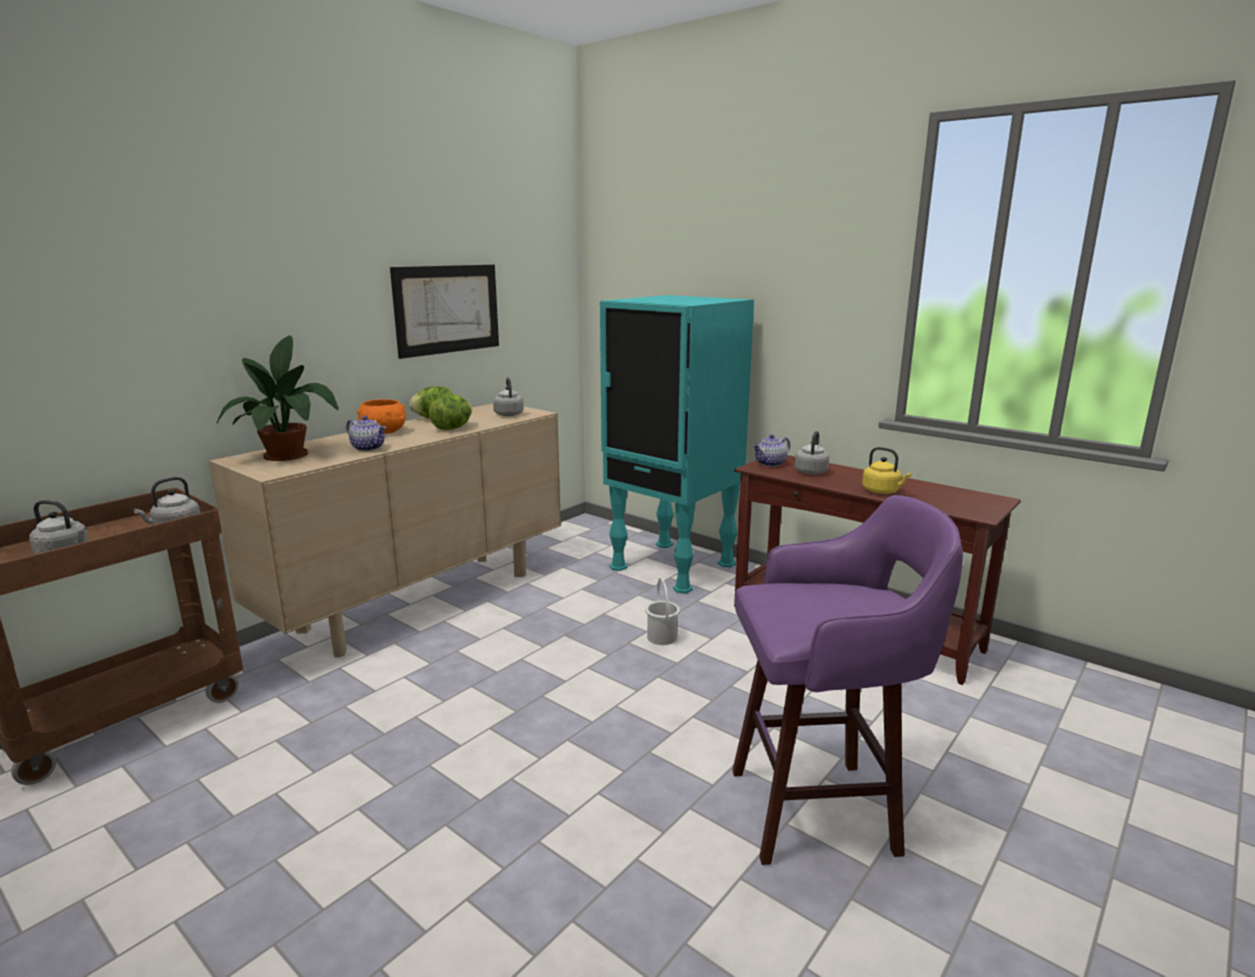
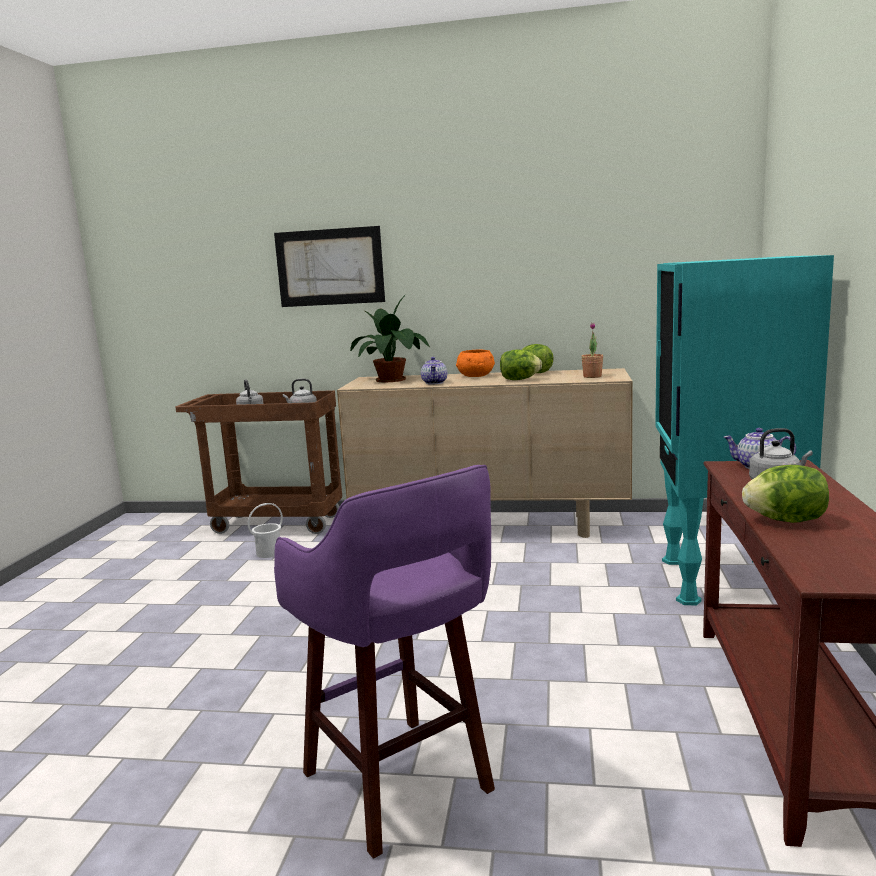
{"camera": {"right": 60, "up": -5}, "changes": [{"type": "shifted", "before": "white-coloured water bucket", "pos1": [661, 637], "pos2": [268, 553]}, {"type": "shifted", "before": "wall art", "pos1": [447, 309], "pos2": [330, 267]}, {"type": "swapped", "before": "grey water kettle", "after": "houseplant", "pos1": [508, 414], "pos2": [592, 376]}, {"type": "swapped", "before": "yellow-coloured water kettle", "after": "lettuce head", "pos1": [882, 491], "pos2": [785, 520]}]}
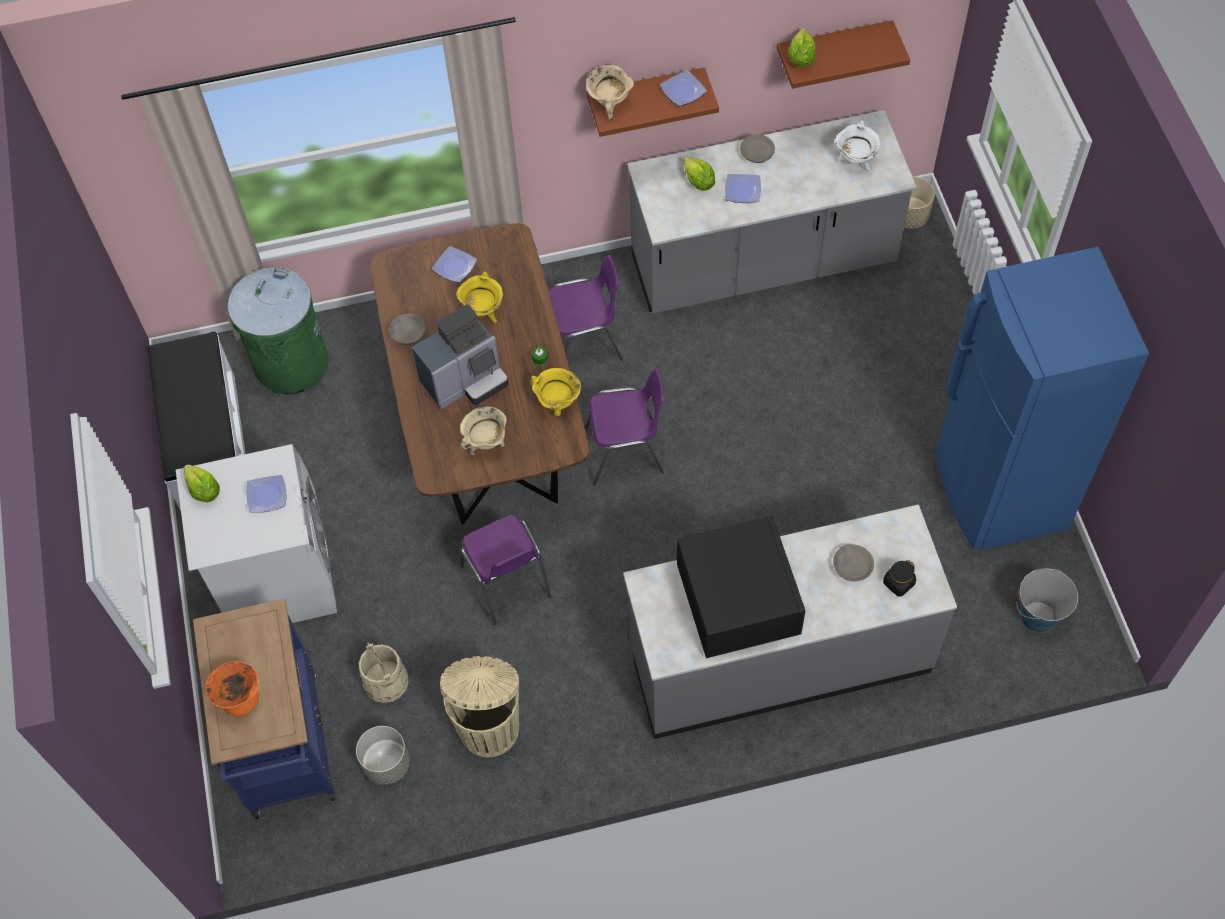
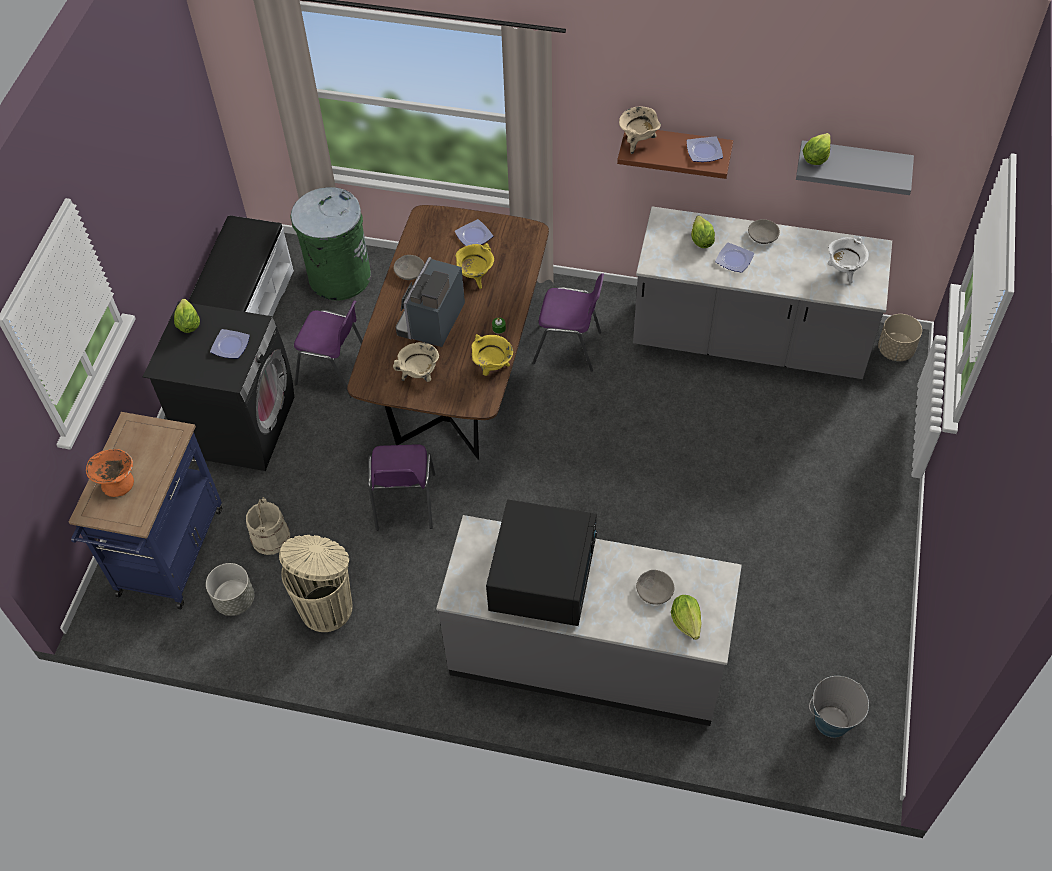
{"camera": {"right": 25, "up": -5}, "changes": [{"type": "repainted", "before": "white-coloured laundry machine", "after": "black-coloured laundry machine", "pos1": [276, 575], "pos2": [238, 425]}, {"type": "shifted", "before": "purple plain chair", "pos1": [626, 452], "pos2": [335, 371]}, {"type": "rotated", "before": "coffee machine", "pos1": [466, 380], "pos2": [432, 322], "turn": 120}, {"type": "swapped", "before": "black-coloured jar", "after": "lettuce head", "pos1": [898, 583], "pos2": [686, 621]}, {"type": "repainted", "before": "brown shelf", "after": "grey shelf", "pos1": [833, 47], "pos2": [853, 162]}, {"type": "gone", "before": "blue-coloured fridge", "pos1": [999, 492]}]}
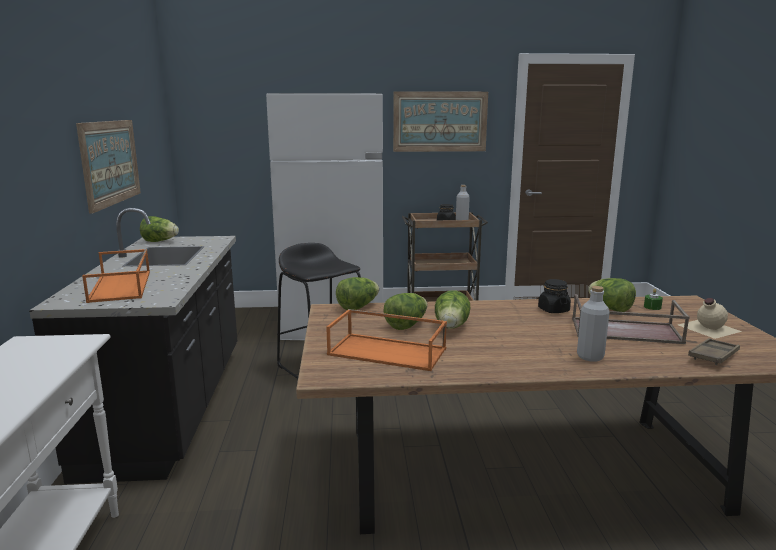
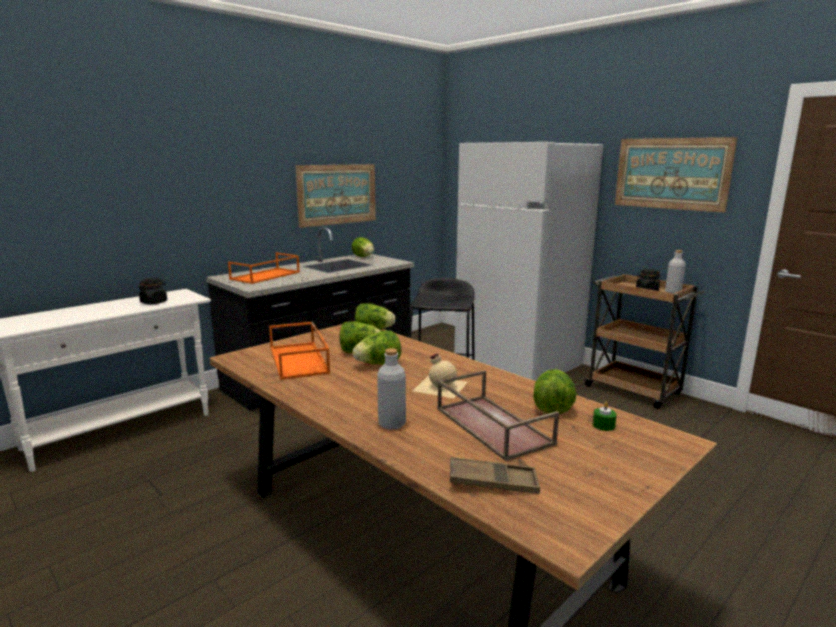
{"camera": {"right": 50, "up": 0}, "changes": [{"type": "shifted", "before": "black-coloured jar", "pos1": [553, 310], "pos2": [154, 302]}, {"type": "shifted", "before": "sand-coloured beverage bottle", "pos1": [707, 328], "pos2": [440, 385]}]}
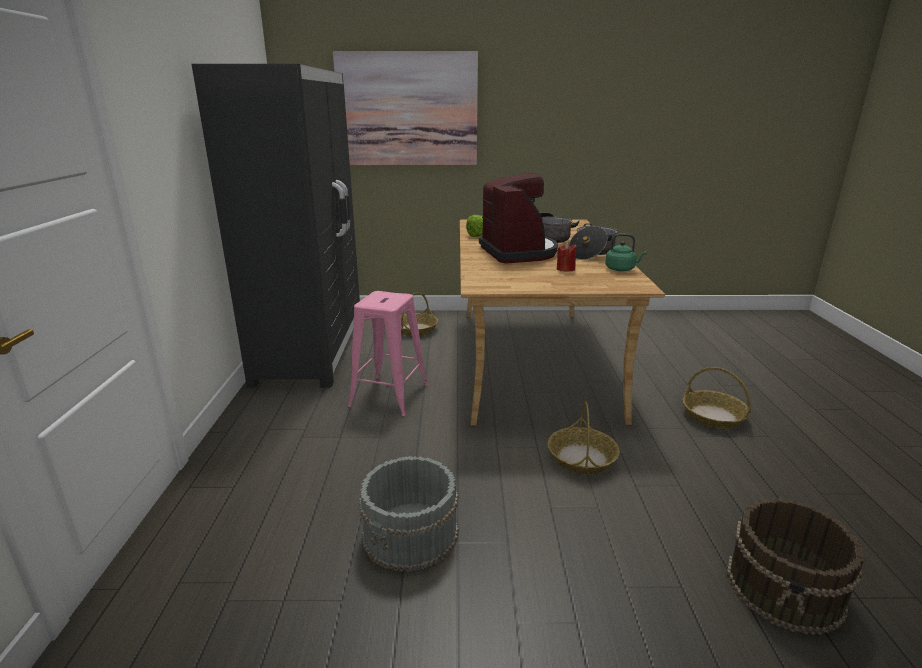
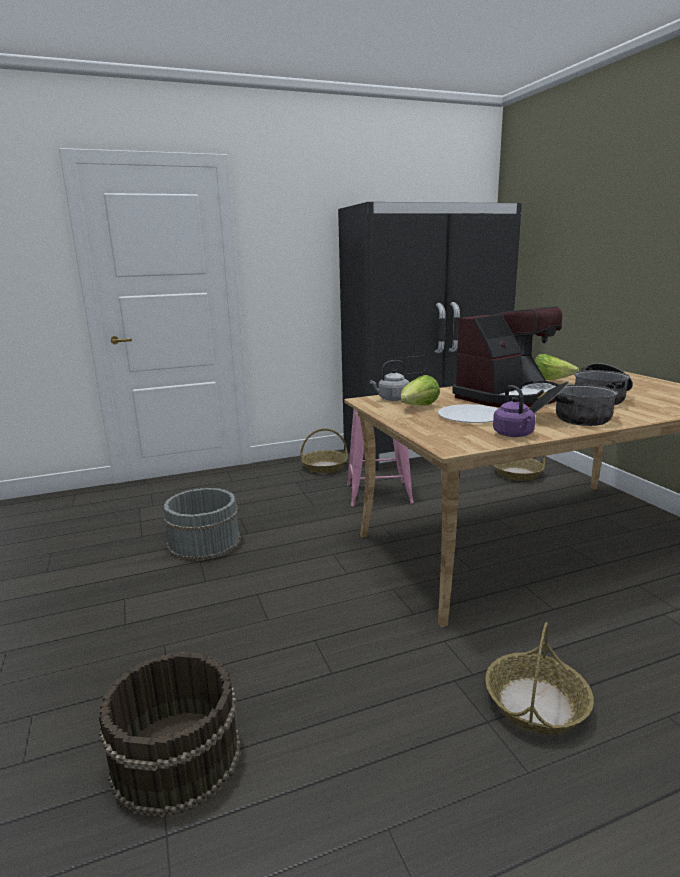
{"camera": {"right": 70, "up": -5}, "changes": [{"type": "shifted", "before": "household basket", "pos1": [581, 458], "pos2": [324, 467]}, {"type": "new", "after": "grey water kettle", "pos2": [392, 399]}, {"type": "new", "after": "lettuce head", "pos2": [418, 407]}, {"type": "swapped", "before": "reddish wax light", "after": "white-coloured dinner plate", "pos1": [565, 269], "pos2": [471, 416]}, {"type": "repainted", "before": "green-coloured water kettle", "after": "purple water kettle", "pos1": [621, 269], "pos2": [514, 435]}, {"type": "gone", "before": "wall art", "pos1": [407, 110]}]}
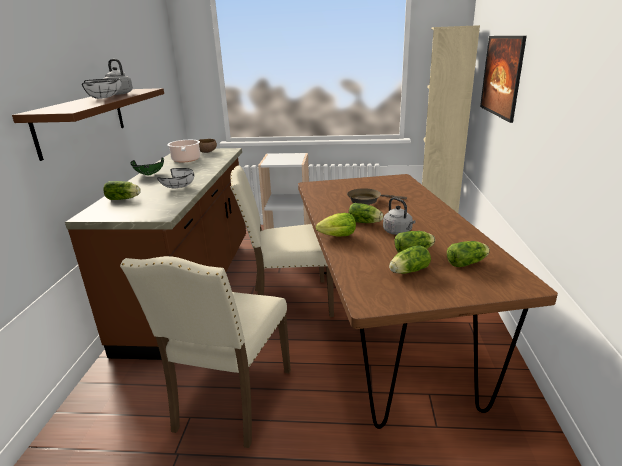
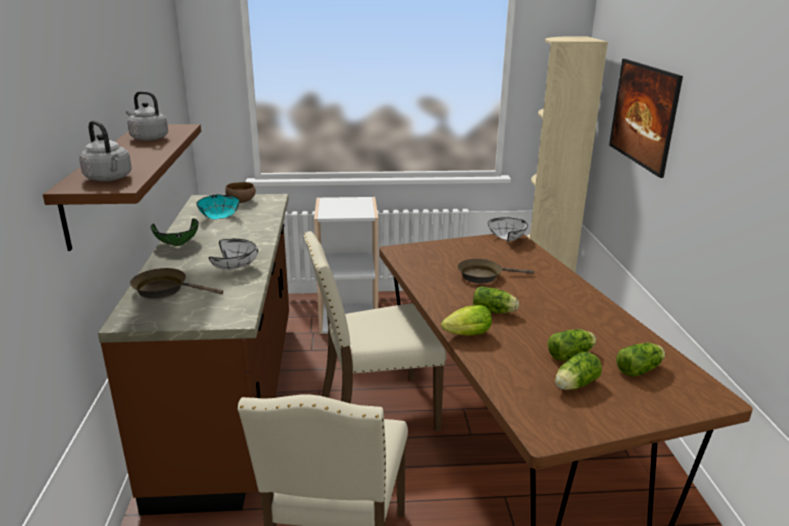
{"camera": {"right": -10, "up": 0}, "changes": [{"type": "shifted", "before": "grey water kettle", "pos1": [398, 232], "pos2": [109, 178]}, {"type": "swapped", "before": "lettuce head", "after": "brown pan", "pos1": [124, 199], "pos2": [165, 289]}, {"type": "swapped", "before": "cooking pot", "after": "blue-green serving bowl", "pos1": [186, 160], "pos2": [218, 217]}, {"type": "shifted", "before": "white-coloured serving bowl", "pos1": [105, 98], "pos2": [509, 238]}]}
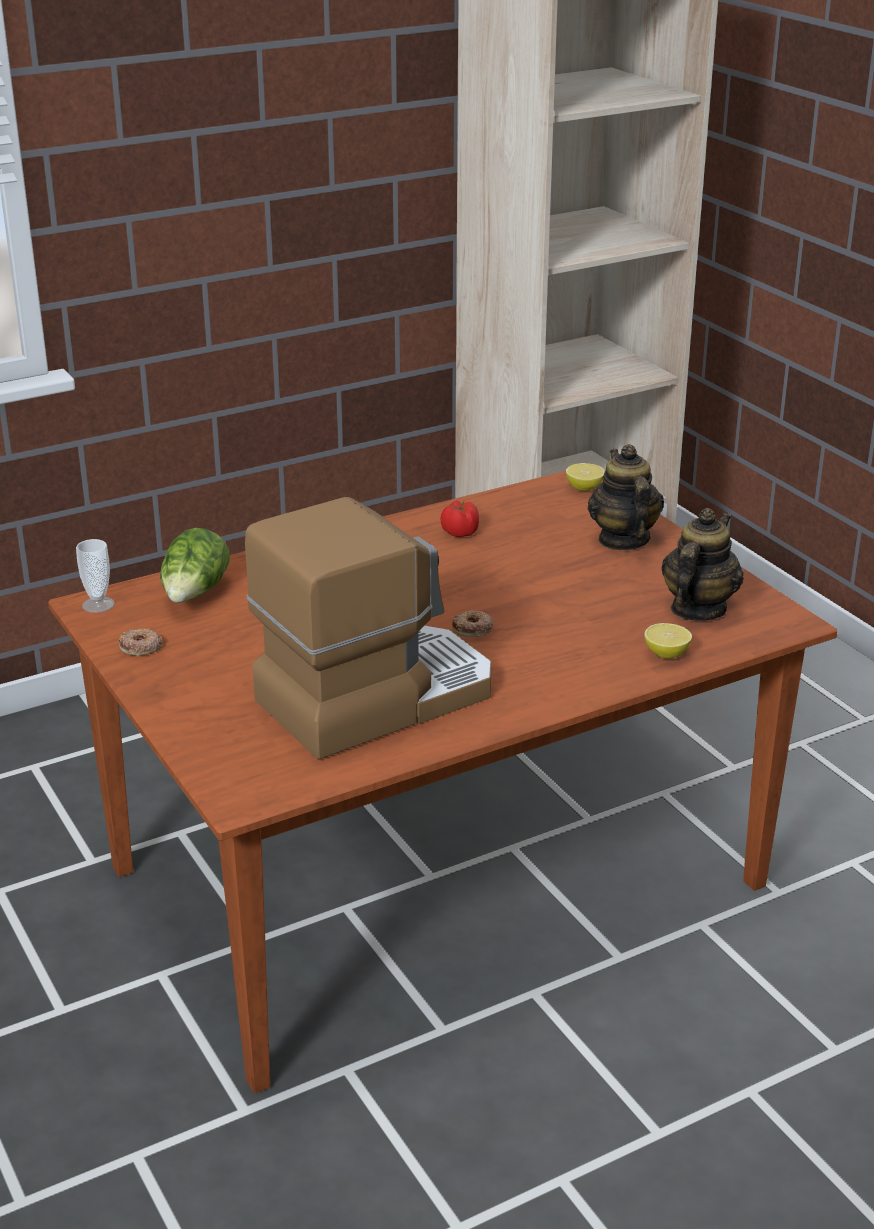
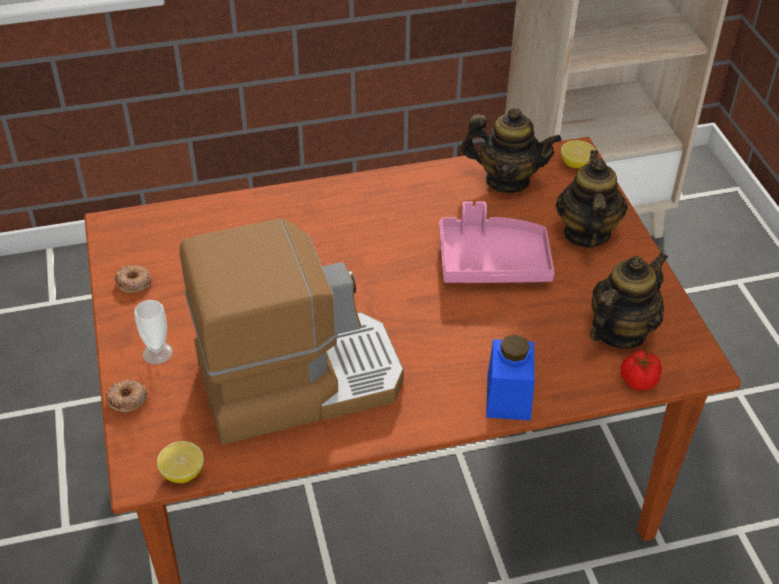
{"camera": {"right": 15, "up": 15}, "changes": [{"type": "shifted", "before": "ring doughnut", "pos1": [473, 628], "pos2": [127, 399]}, {"type": "shifted", "before": "drinking cup", "pos1": [98, 605], "pos2": [157, 353]}, {"type": "shifted", "before": "whole lemon", "pos1": [666, 654], "pos2": [182, 472]}, {"type": "new", "after": "pink tray", "pos2": [492, 262]}, {"type": "new", "after": "teapot", "pos2": [507, 180]}, {"type": "new", "after": "blue-coloured jar", "pos2": [508, 397]}, {"type": "shifted", "before": "whole tomato", "pos1": [459, 532], "pos2": [638, 380]}, {"type": "gone", "before": "lettuce head", "pos1": [195, 594]}]}
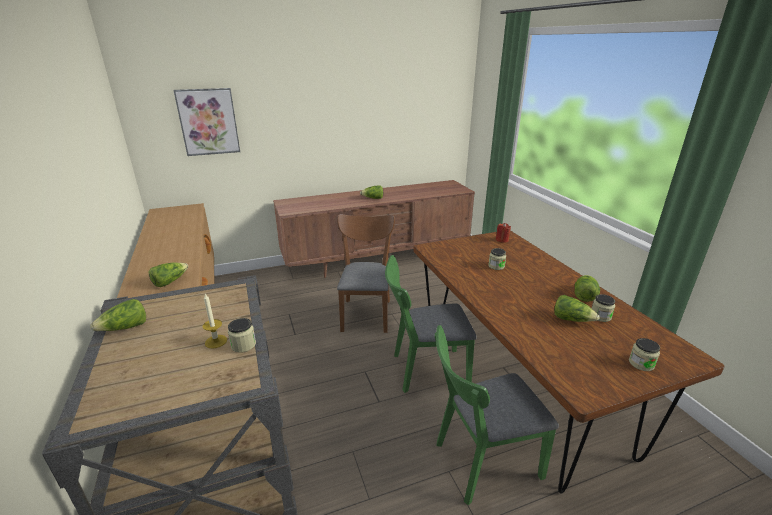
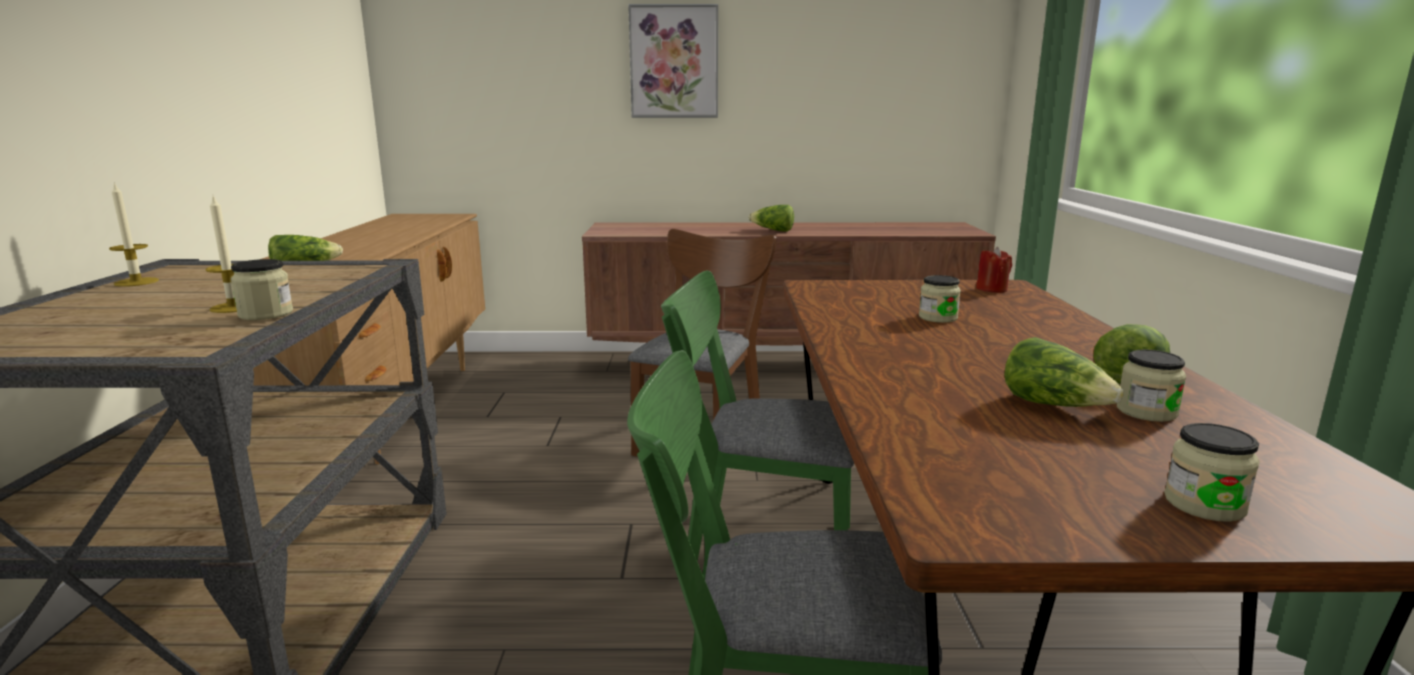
{"camera": {"right": 20, "up": -10}, "changes": [{"type": "swapped", "before": "lettuce head", "after": "wax light", "pos1": [125, 328], "pos2": [136, 282]}, {"type": "shifted", "before": "wall art", "pos1": [208, 122], "pos2": [674, 62]}]}
